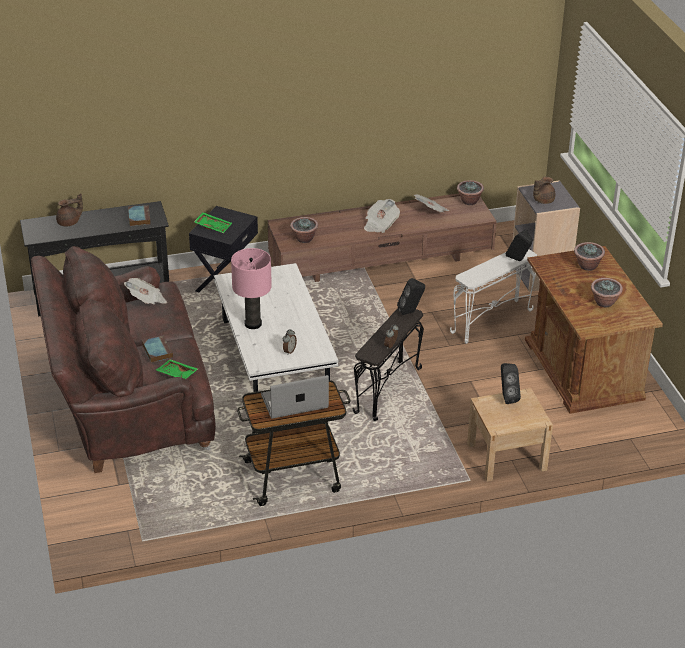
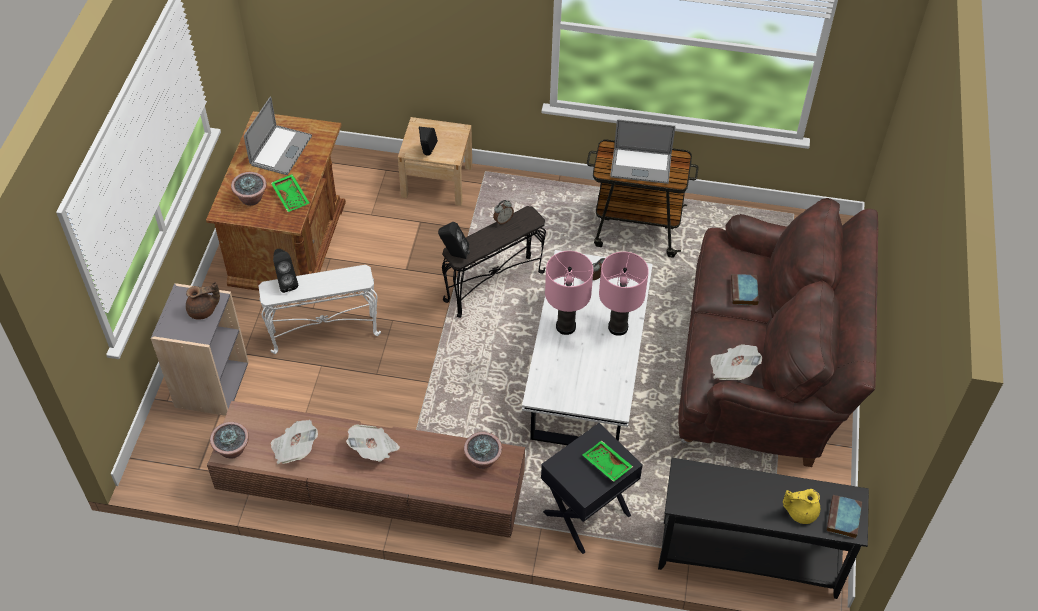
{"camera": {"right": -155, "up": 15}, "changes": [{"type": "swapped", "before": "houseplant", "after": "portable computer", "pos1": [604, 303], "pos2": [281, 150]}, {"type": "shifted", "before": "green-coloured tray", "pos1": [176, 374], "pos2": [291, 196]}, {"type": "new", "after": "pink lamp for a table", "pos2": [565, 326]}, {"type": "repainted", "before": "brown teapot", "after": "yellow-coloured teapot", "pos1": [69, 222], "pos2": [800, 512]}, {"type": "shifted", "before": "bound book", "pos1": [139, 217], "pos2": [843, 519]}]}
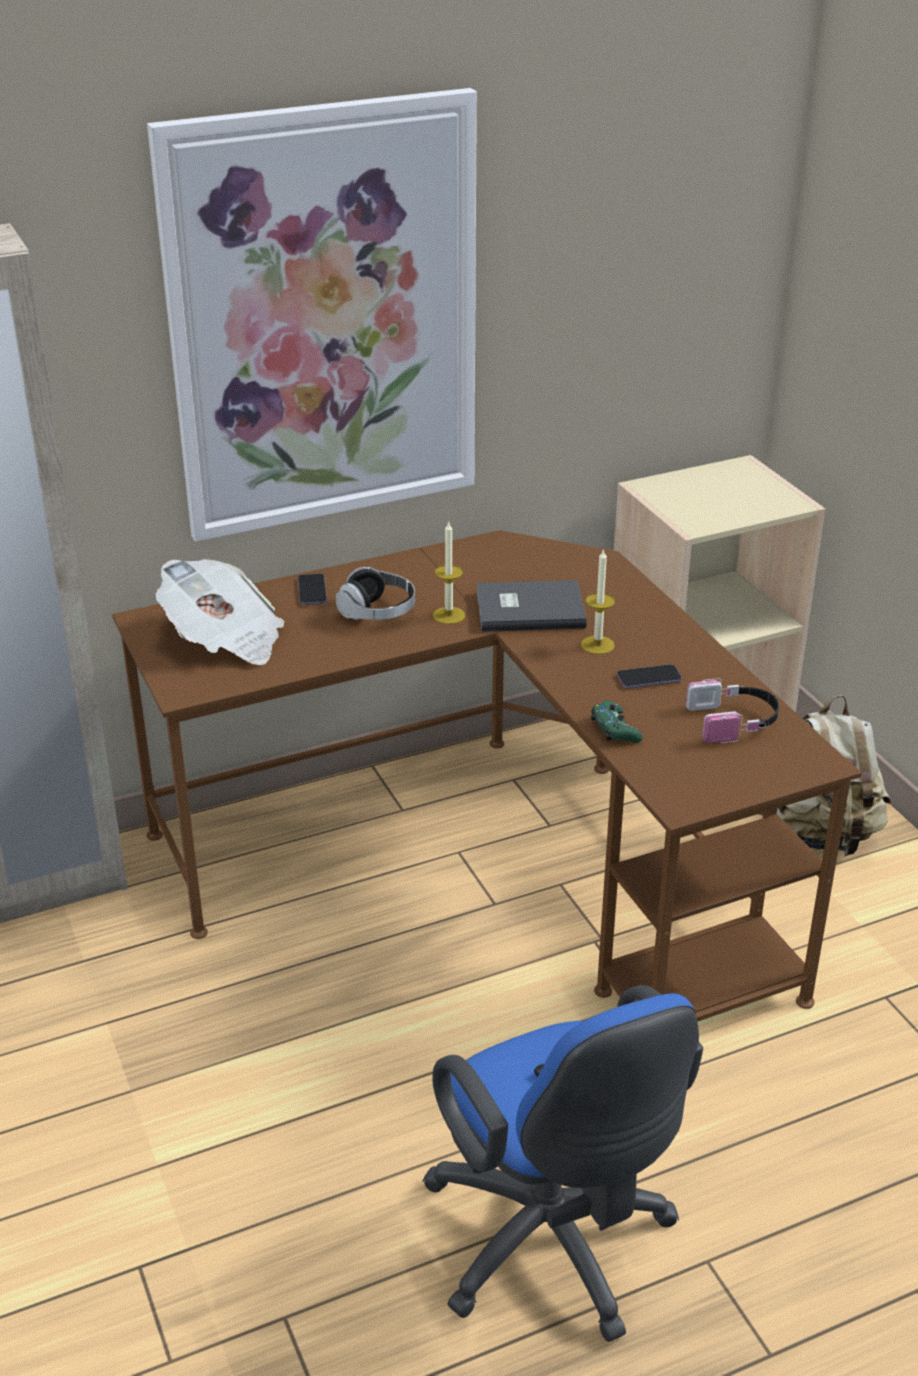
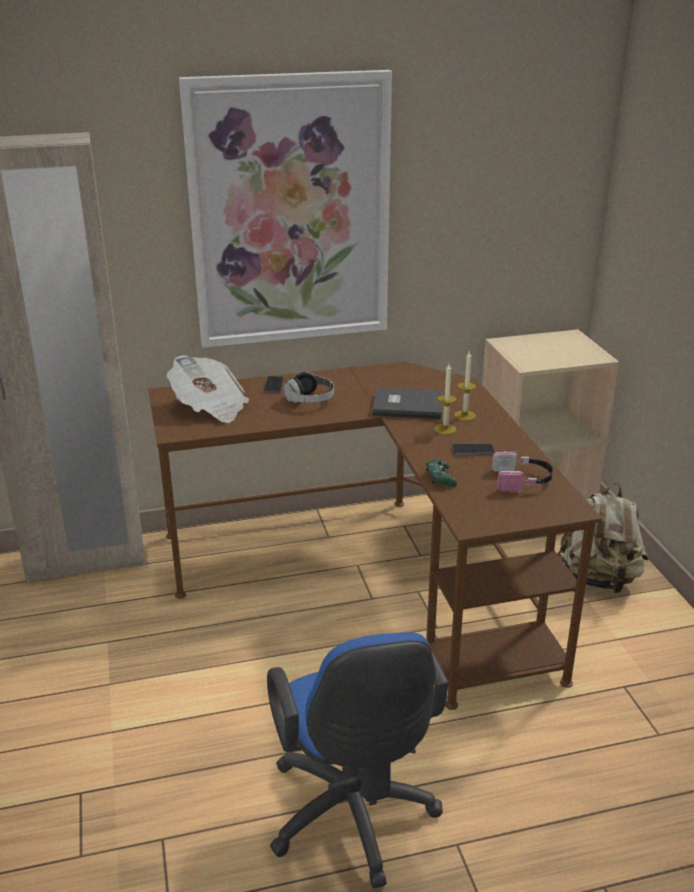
{"camera": {"right": 10, "up": -5}, "changes": [{"type": "shifted", "before": "wax light", "pos1": [448, 615], "pos2": [465, 415]}]}
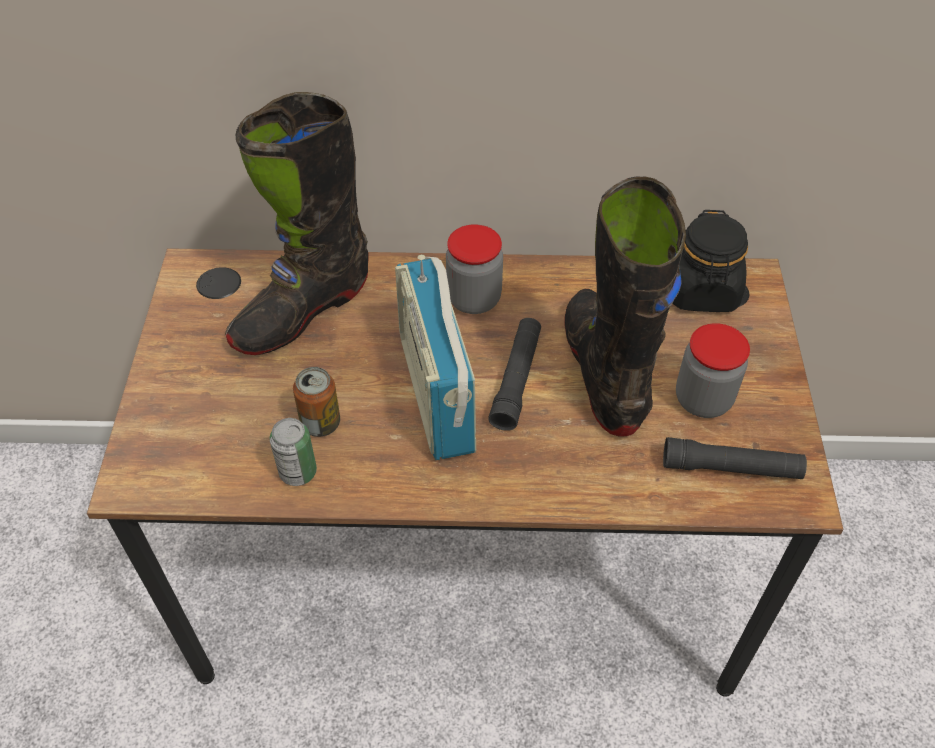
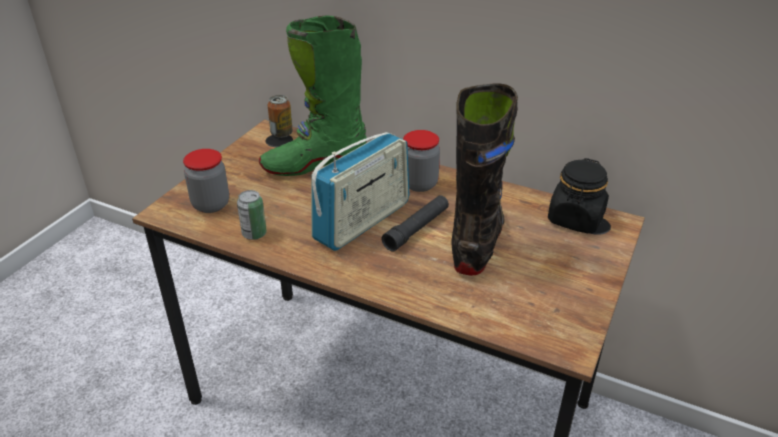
{"camera": {"right": 25, "up": -15}, "changes": [{"type": "shifted", "before": "jar", "pos1": [703, 399], "pos2": [211, 204]}, {"type": "repainted", "before": "black-coloured boot", "after": "green-coloured boot", "pos1": [302, 311], "pos2": [314, 163]}, {"type": "shifted", "before": "can", "pos1": [320, 423], "pos2": [281, 133]}, {"type": "rotated", "before": "radio", "pos1": [437, 393], "pos2": [362, 221], "turn": -150}, {"type": "gone", "before": "black-coloured hand torch", "pos1": [731, 468]}]}
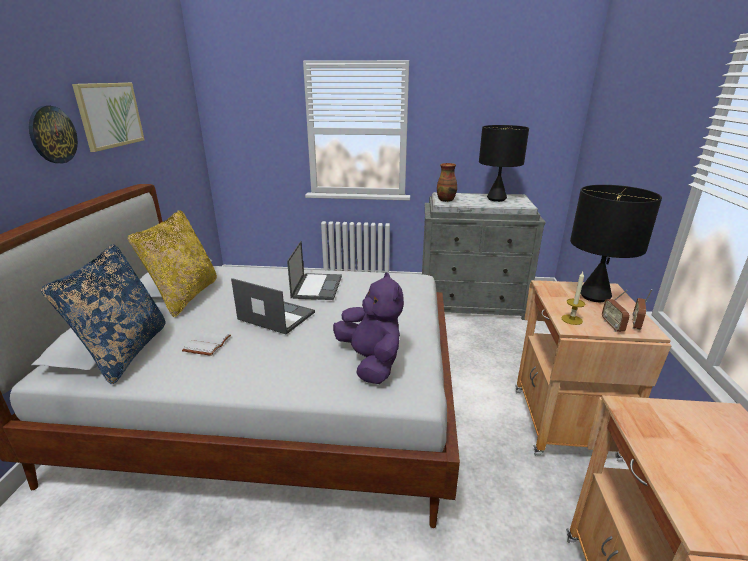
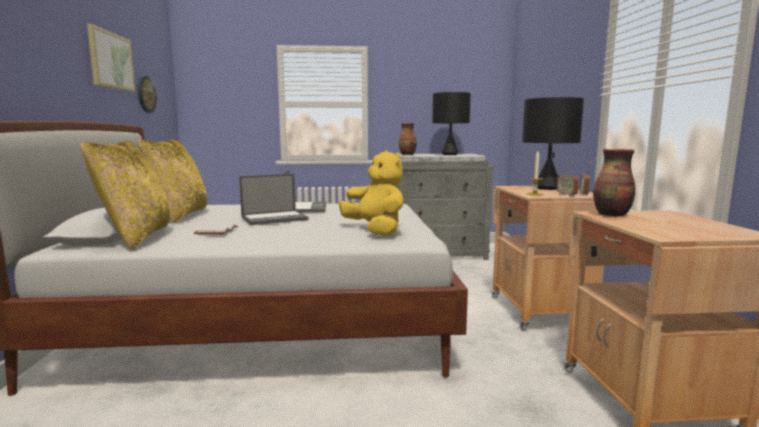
{"camera": {"right": -10, "up": -15}, "changes": [{"type": "repainted", "before": "blue-coloured throw pillow", "after": "yellow-coloured throw pillow", "pos1": [128, 353], "pos2": [137, 238]}, {"type": "shifted", "before": "hanging clock", "pos1": [52, 135], "pos2": [146, 94]}, {"type": "rotated", "before": "portable computer", "pos1": [275, 316], "pos2": [275, 218], "turn": 135}, {"type": "repainted", "before": "purple soft toy", "after": "yellow-coloured soft toy", "pos1": [371, 362], "pos2": [375, 230]}, {"type": "new", "after": "flower vase", "pos2": [611, 214]}]}
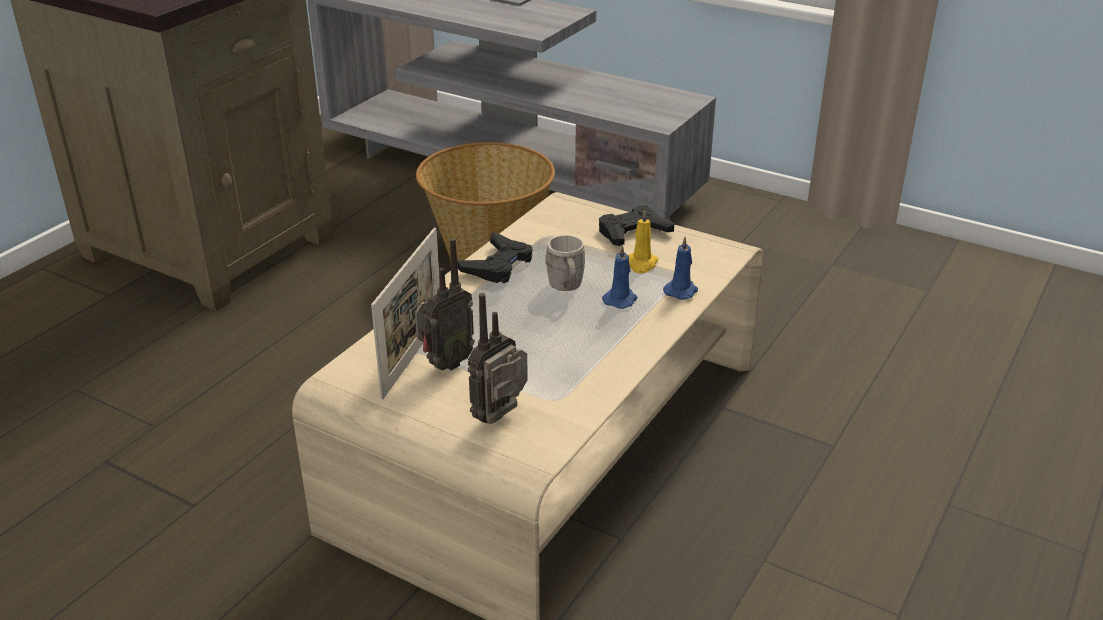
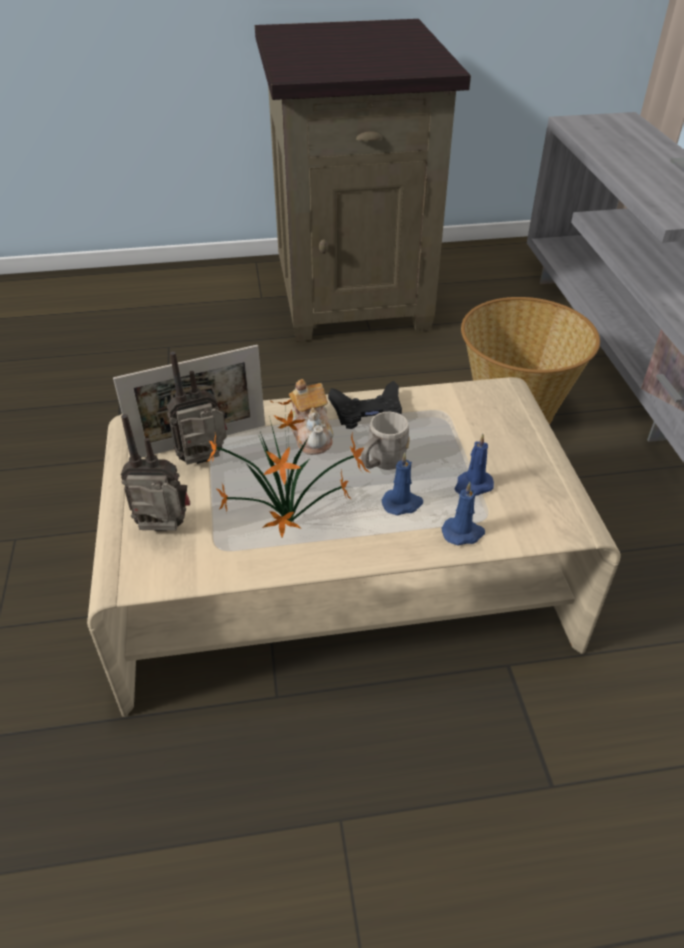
{"camera": {"right": 50, "up": 10}, "changes": [{"type": "rotated", "before": "radio", "pos1": [445, 364], "pos2": [205, 463], "turn": 150}, {"type": "new", "after": "houseplant", "pos2": [294, 524]}, {"type": "new", "after": "teapot", "pos2": [312, 434]}, {"type": "repainted", "before": "yellow-coloured wax light", "after": "blue-coloured wax light", "pos1": [641, 264], "pos2": [473, 485]}, {"type": "gone", "before": "black-coloured gamepad", "pos1": [633, 232]}]}
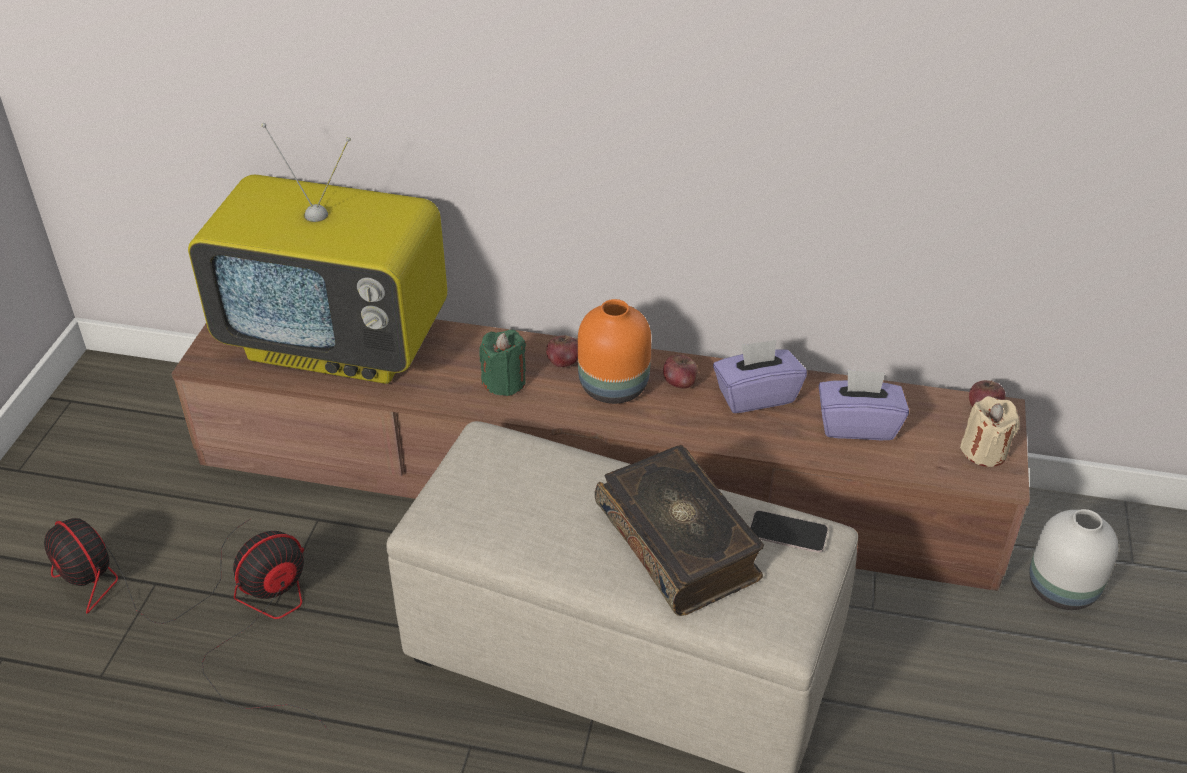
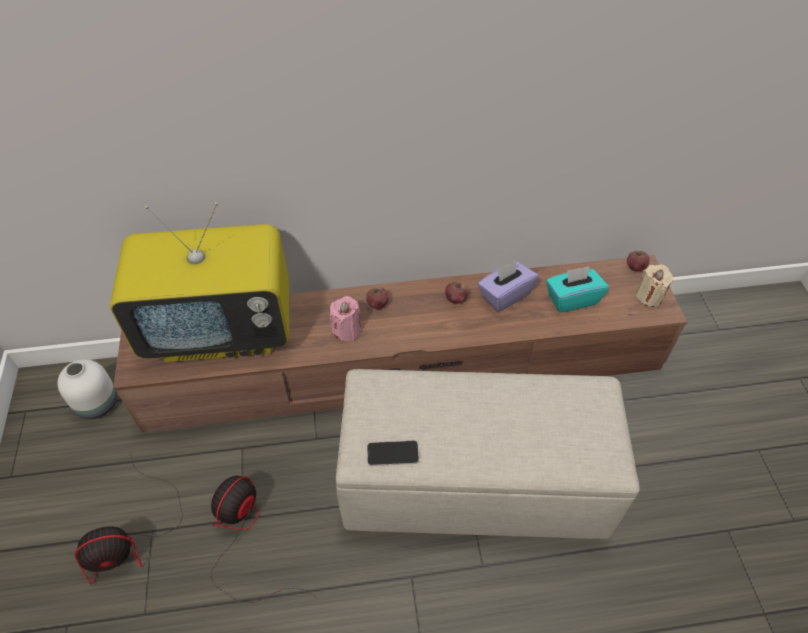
{"camera": {"right": -20, "up": 10}, "changes": [{"type": "shifted", "before": "white-coloured flower vase", "pos1": [1062, 587], "pos2": [97, 402]}, {"type": "rotated", "before": "cooling fan", "pos1": [127, 583], "pos2": [131, 537], "turn": -45}, {"type": "repainted", "before": "green-coloured wax light", "after": "pink wax light", "pos1": [504, 382], "pos2": [346, 329]}, {"type": "shifted", "before": "handset", "pos1": [788, 532], "pos2": [392, 453]}, {"type": "repainted", "before": "purple tissue holder", "after": "blue-green tissue holder", "pos1": [857, 425], "pos2": [572, 299]}, {"type": "gone", "before": "orangey flower vase", "pos1": [611, 386]}, {"type": "gone", "before": "bound book", "pos1": [679, 543]}]}
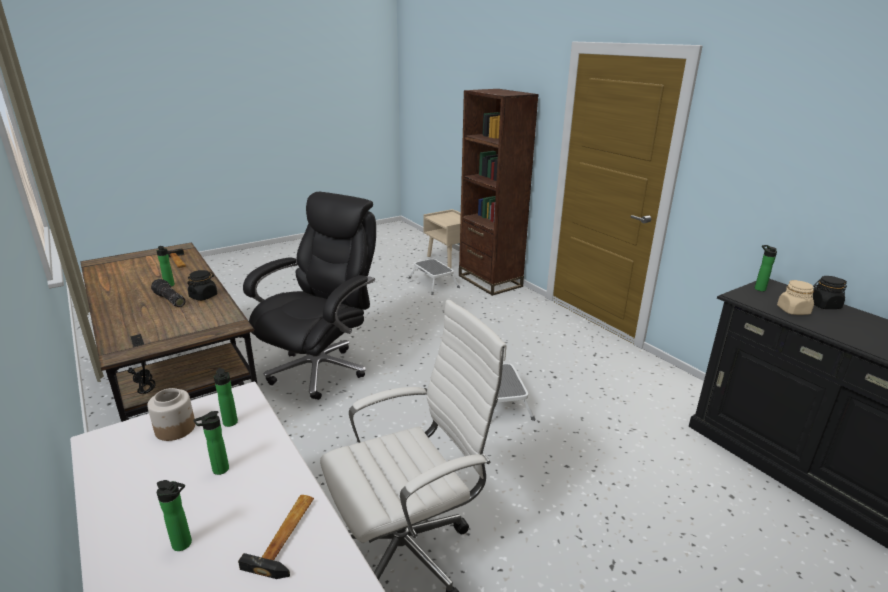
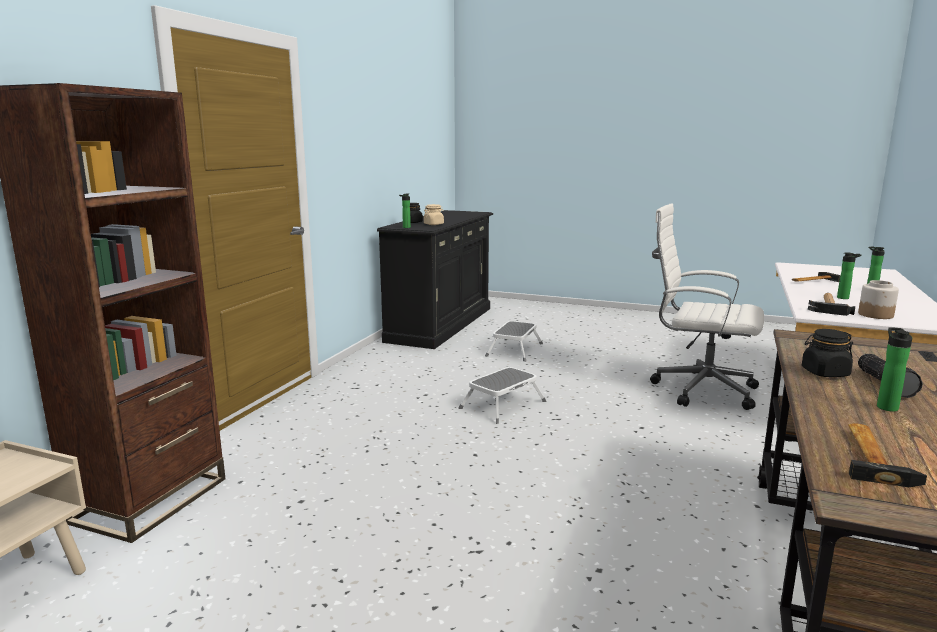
{"camera": {"right": -125, "up": -10}, "changes": [{"type": "shifted", "before": "grey step ladder", "pos1": [433, 283], "pos2": [515, 350]}, {"type": "swapped", "before": "beverage bottle", "after": "hand hammer", "pos1": [231, 423], "pos2": [828, 307]}, {"type": "gone", "before": "black-coloured computer chair", "pos1": [322, 369]}]}
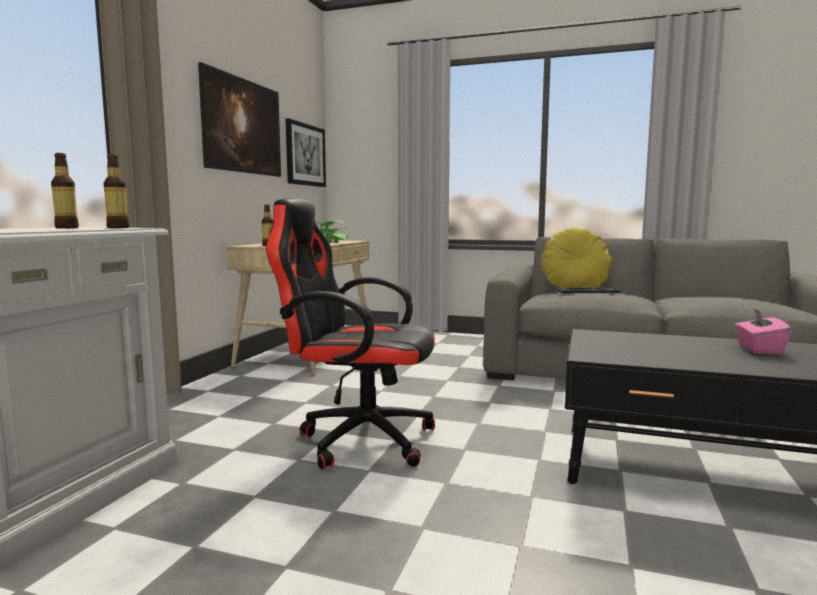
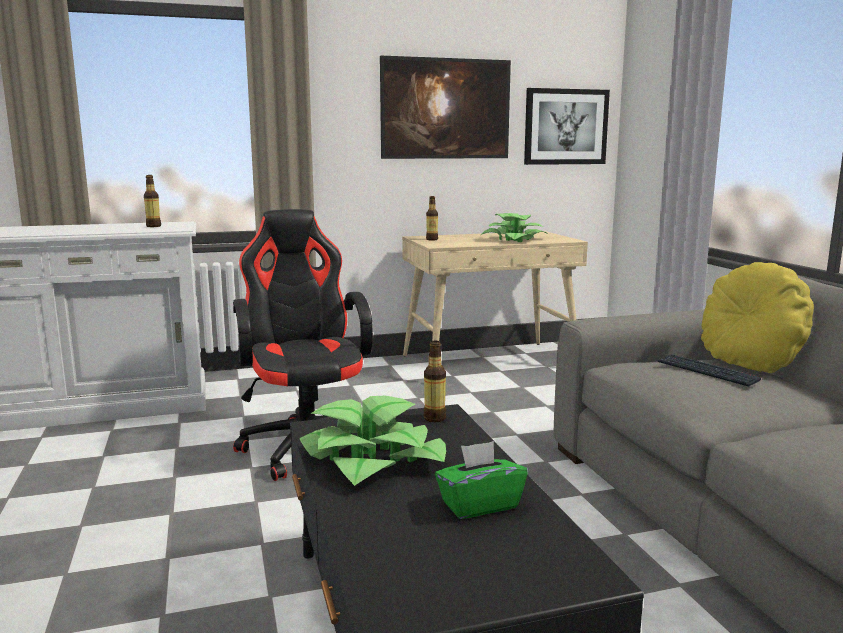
{"camera": {"right": 55, "up": 5}, "changes": [{"type": "new", "after": "houseplant", "pos2": [372, 460]}, {"type": "shifted", "before": "beverage bottle", "pos1": [118, 227], "pos2": [434, 418]}, {"type": "repainted", "before": "pink tissue holder", "after": "green-coloured tissue holder", "pos1": [759, 349], "pos2": [479, 505]}]}
